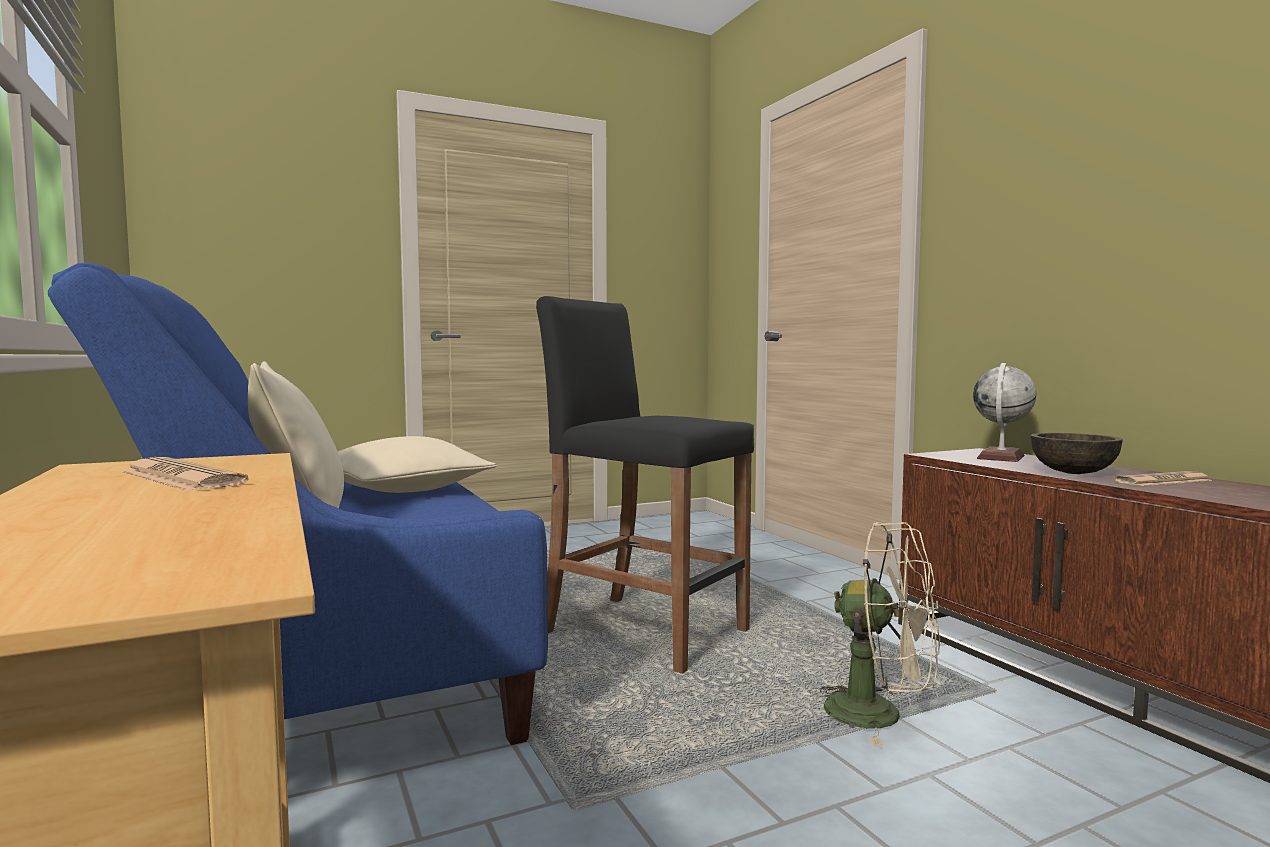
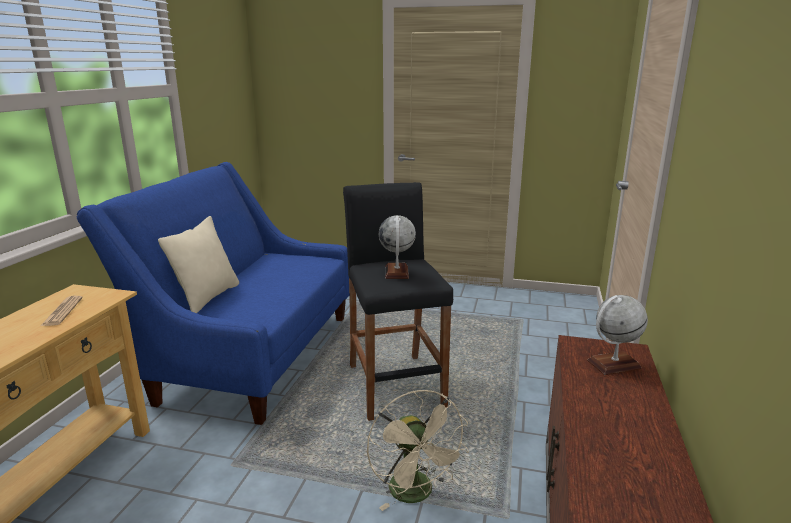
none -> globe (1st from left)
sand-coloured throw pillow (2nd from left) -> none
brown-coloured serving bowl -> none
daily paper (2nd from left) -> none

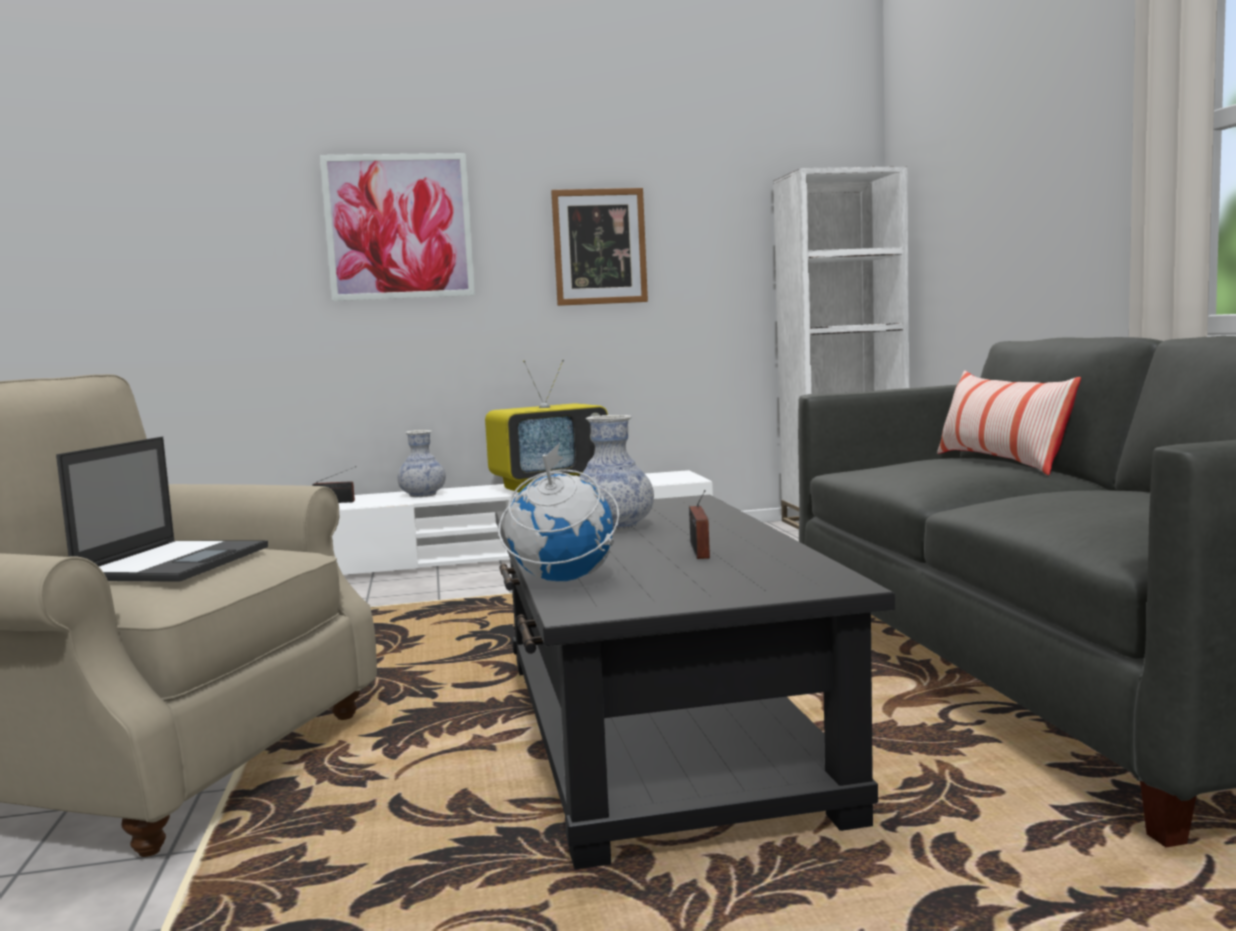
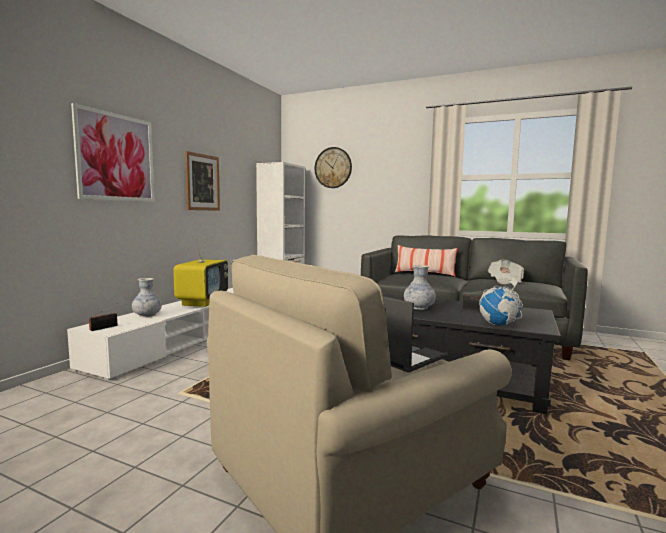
none -> hanging clock
none -> daily paper

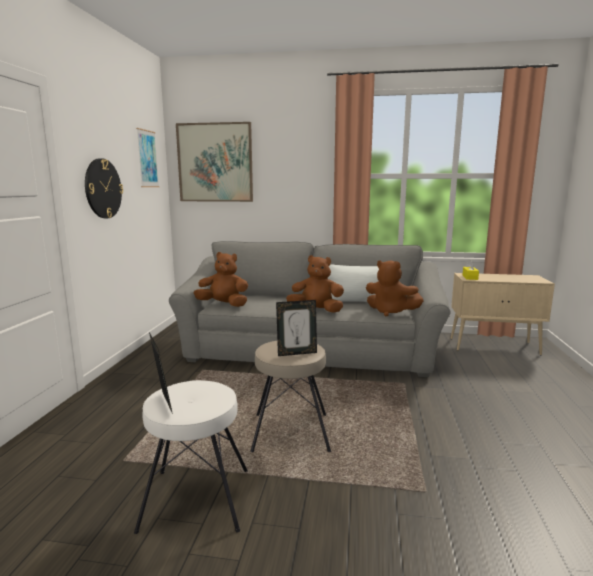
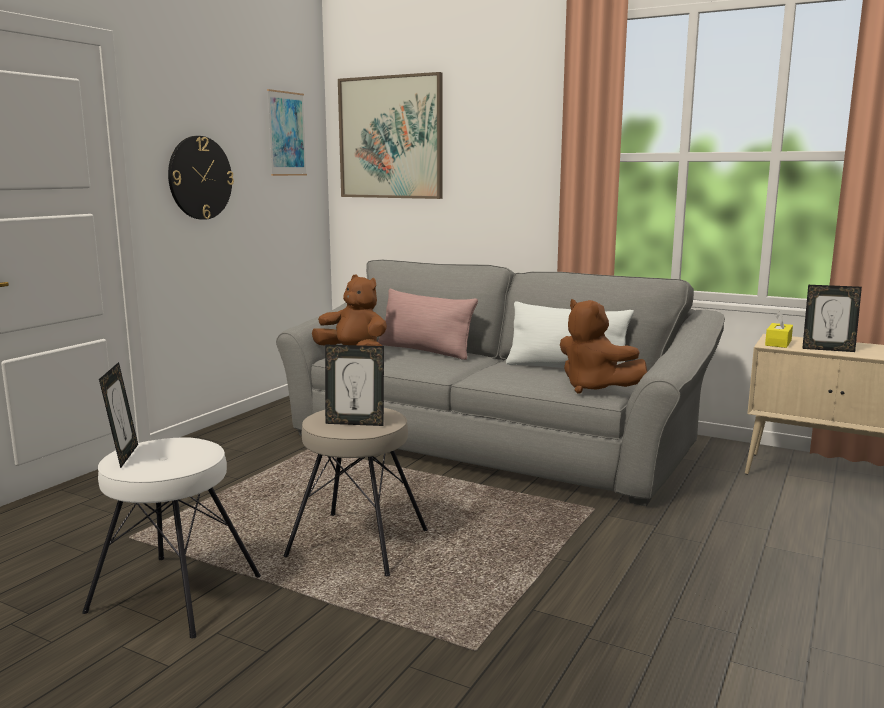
none -> pink throw pillow
none -> photo frame (3rd from left)
brown-coloured cuddly toy (2nd from left) -> none

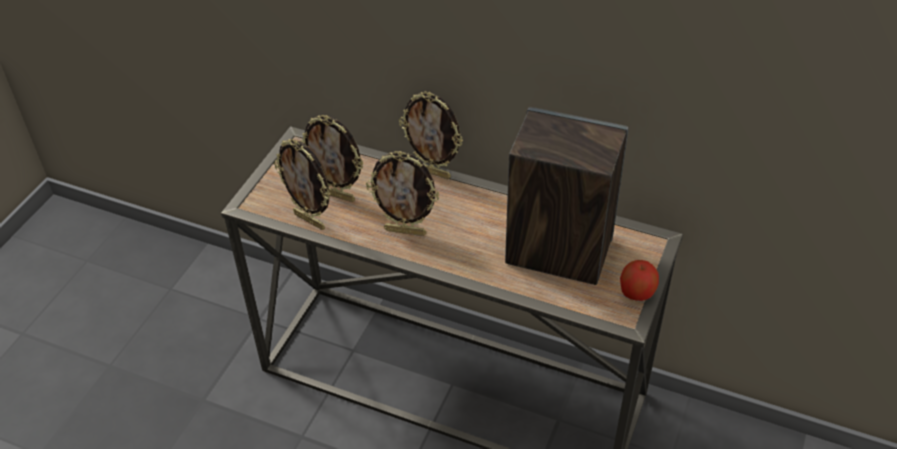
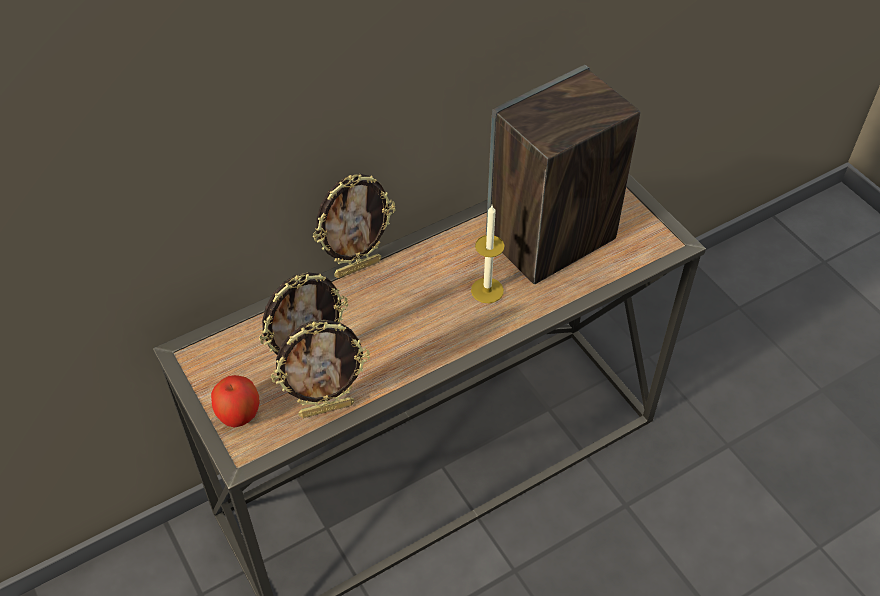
whole apple, move
none -> wax candle
photo frame (3rd from left) -> none

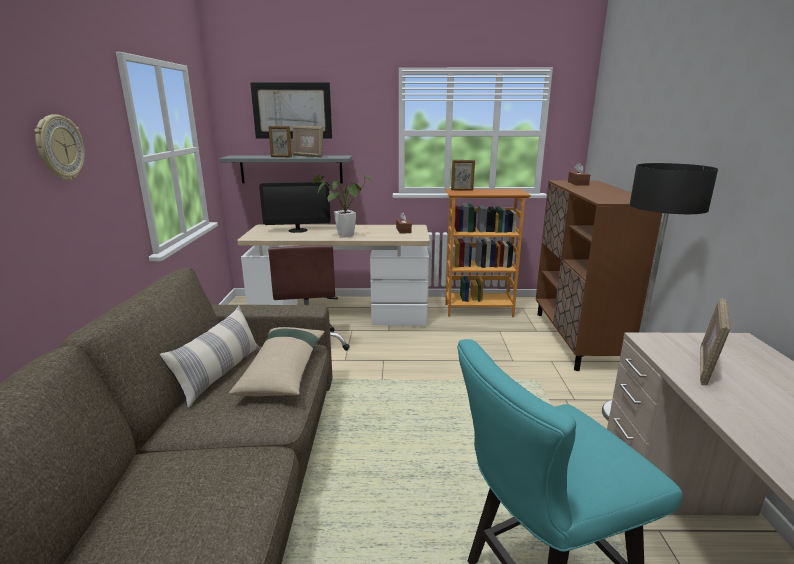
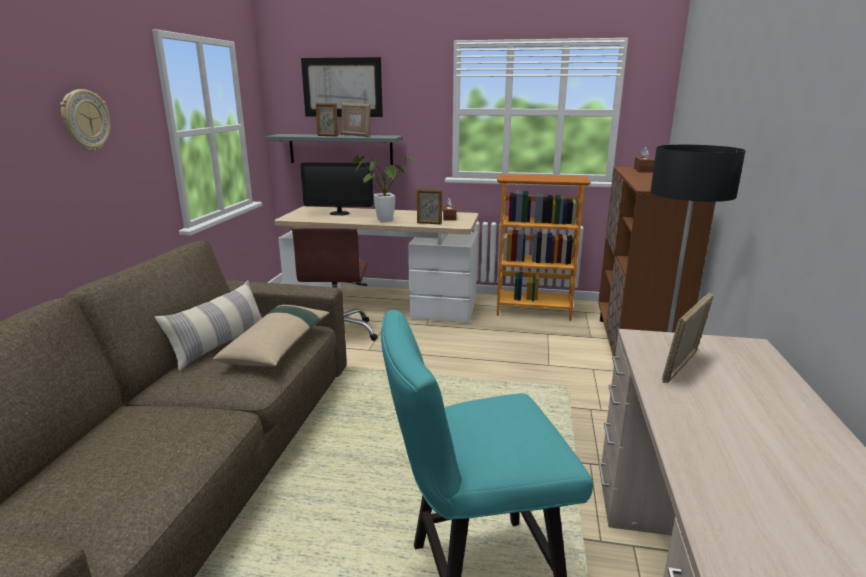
photo frame (3rd from left), move

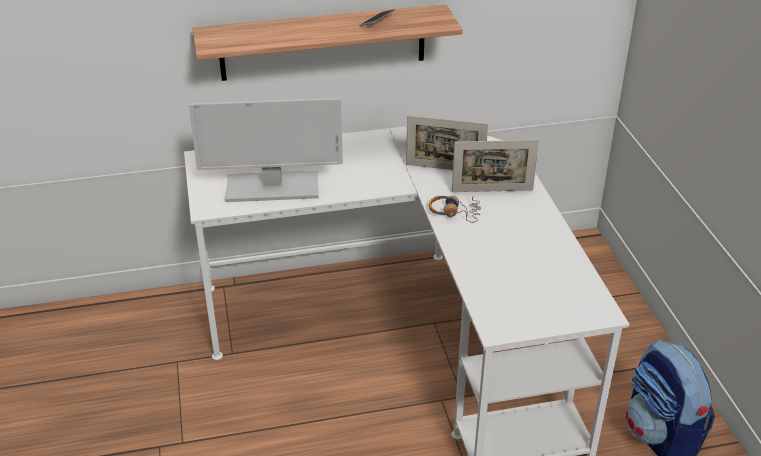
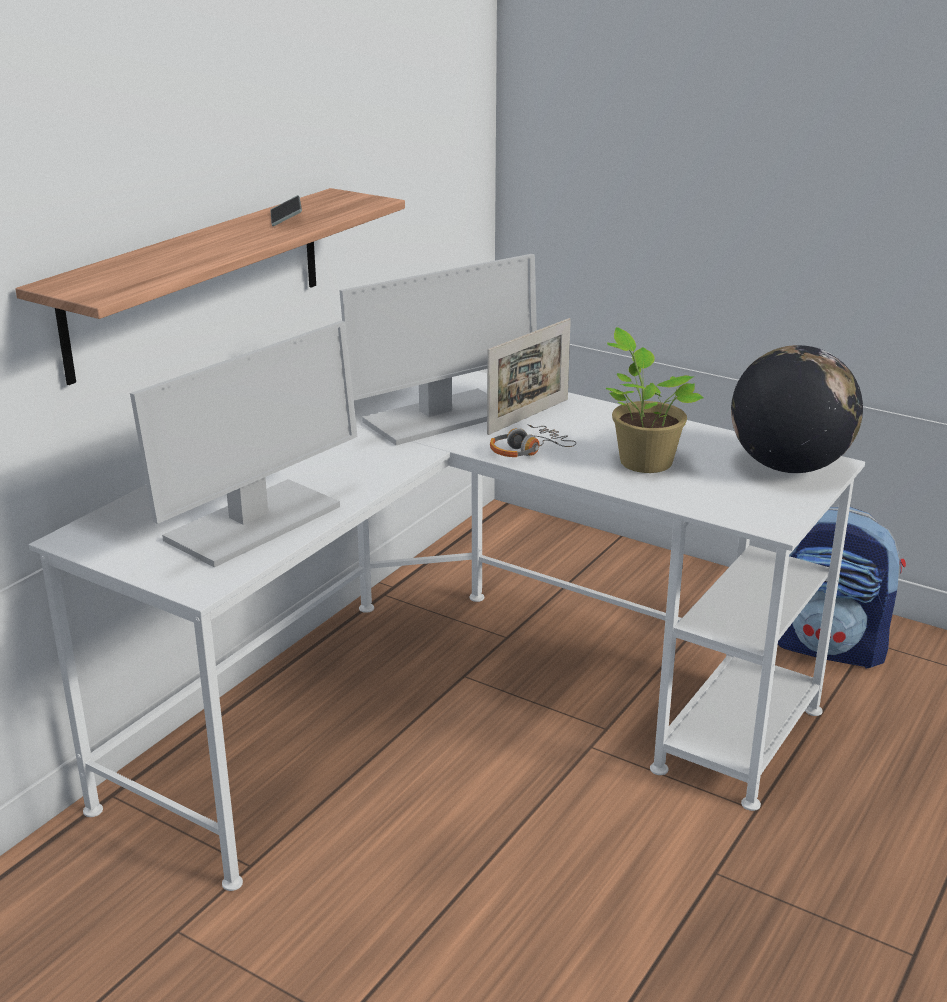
photo frame (1st from left) -> computer display (2nd from left)
none -> plant in a pot
none -> globe

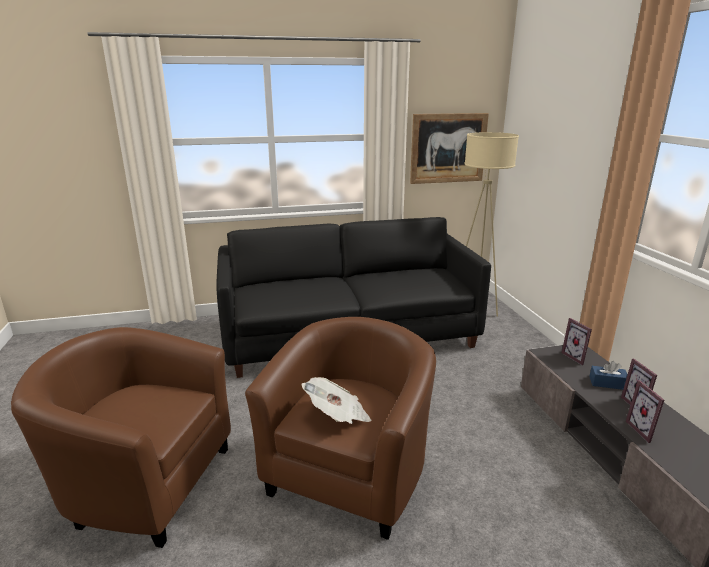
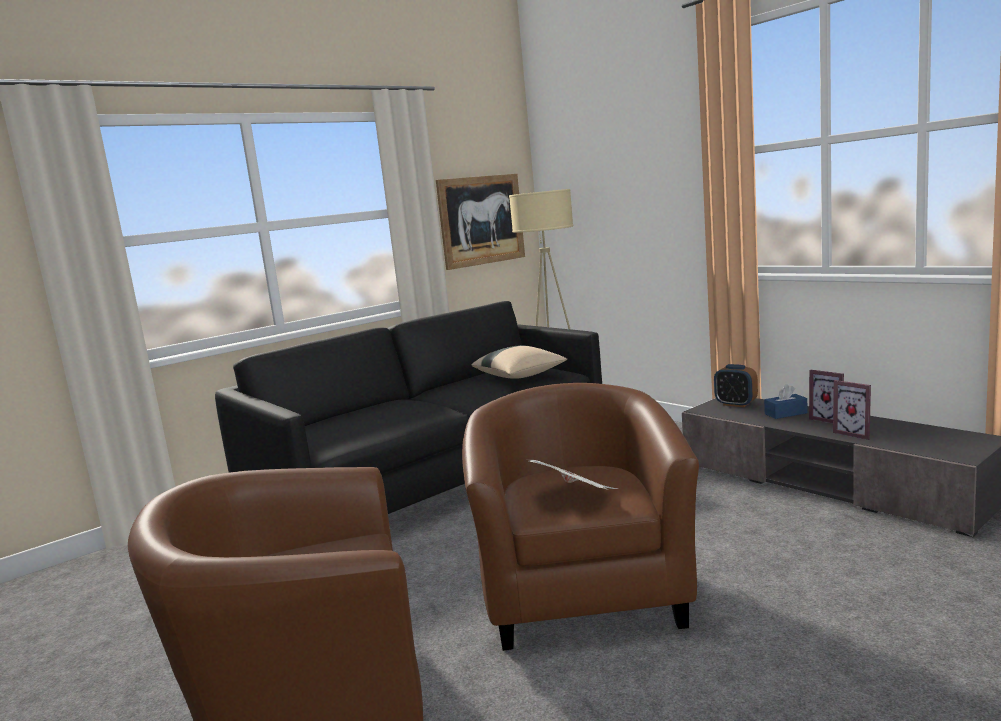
none -> sand-coloured throw pillow
photo frame (1st from left) -> bedside clock

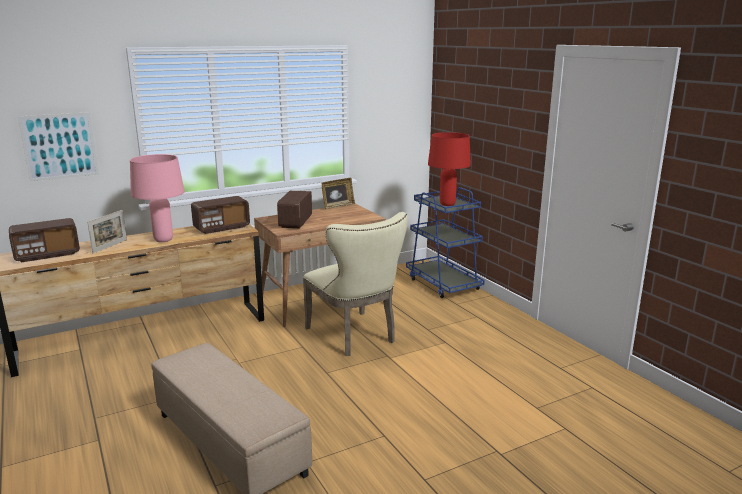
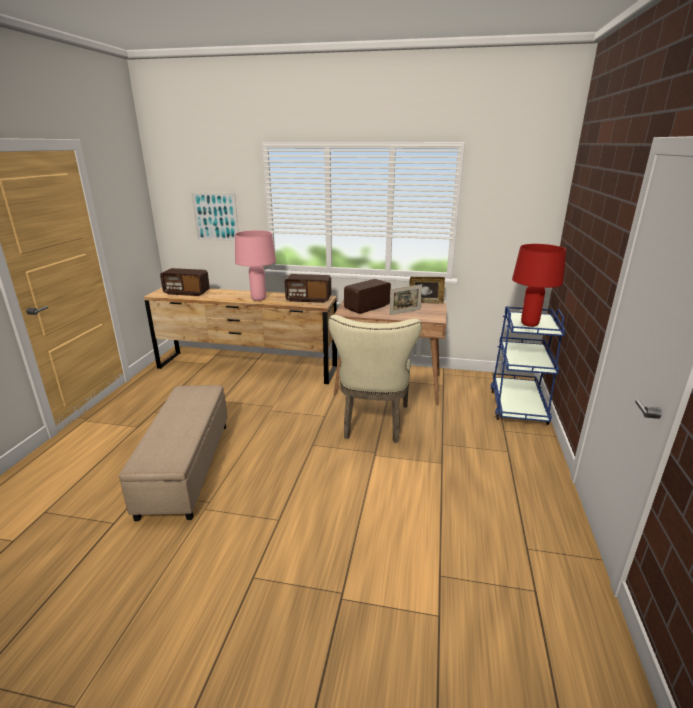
photo frame (1st from left), move

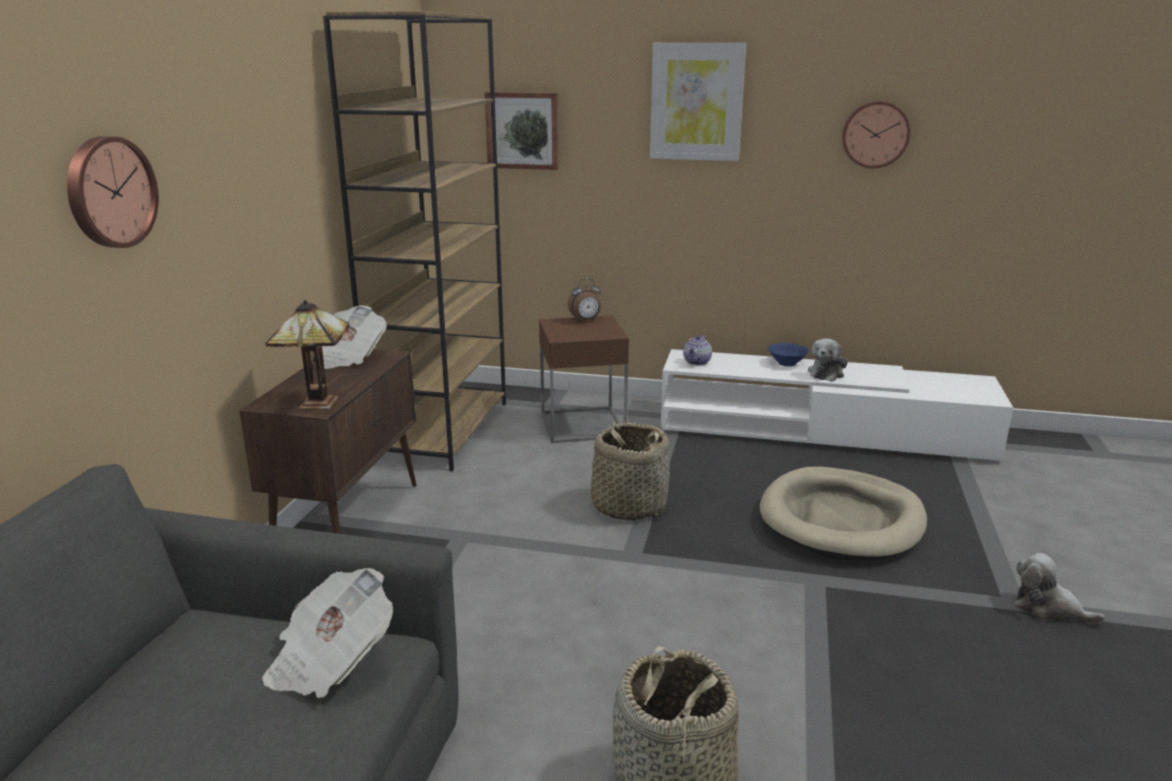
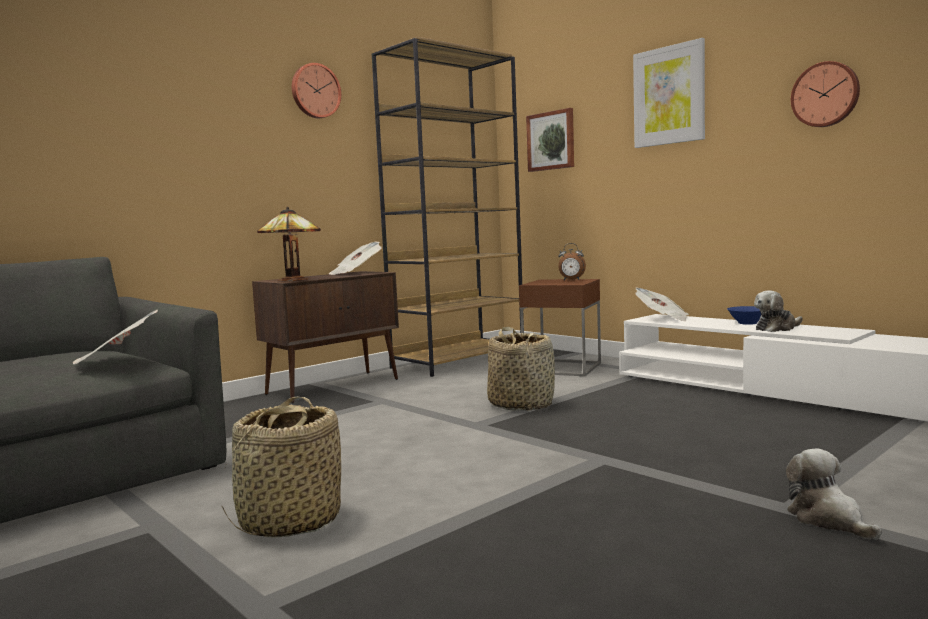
hanging clock (1st from left), move
teapot -> daily paper (3rd from left)
sand-coloured dog cushion -> none

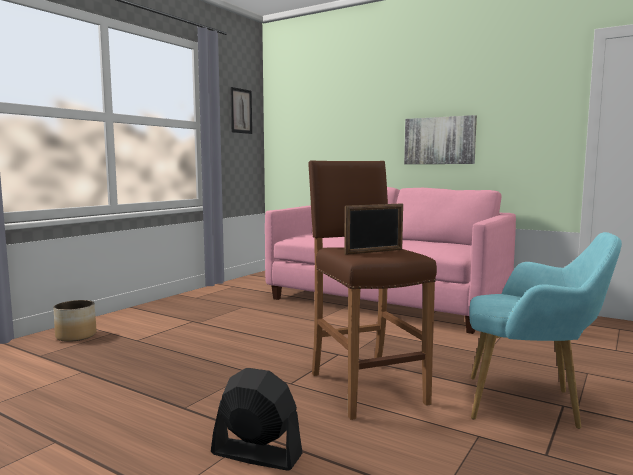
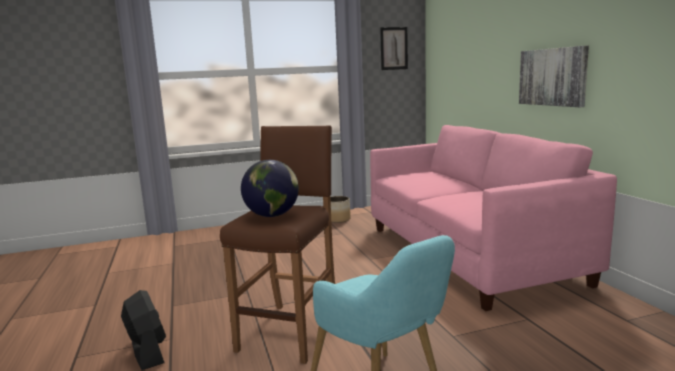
photo frame -> globe
plant pot, move

